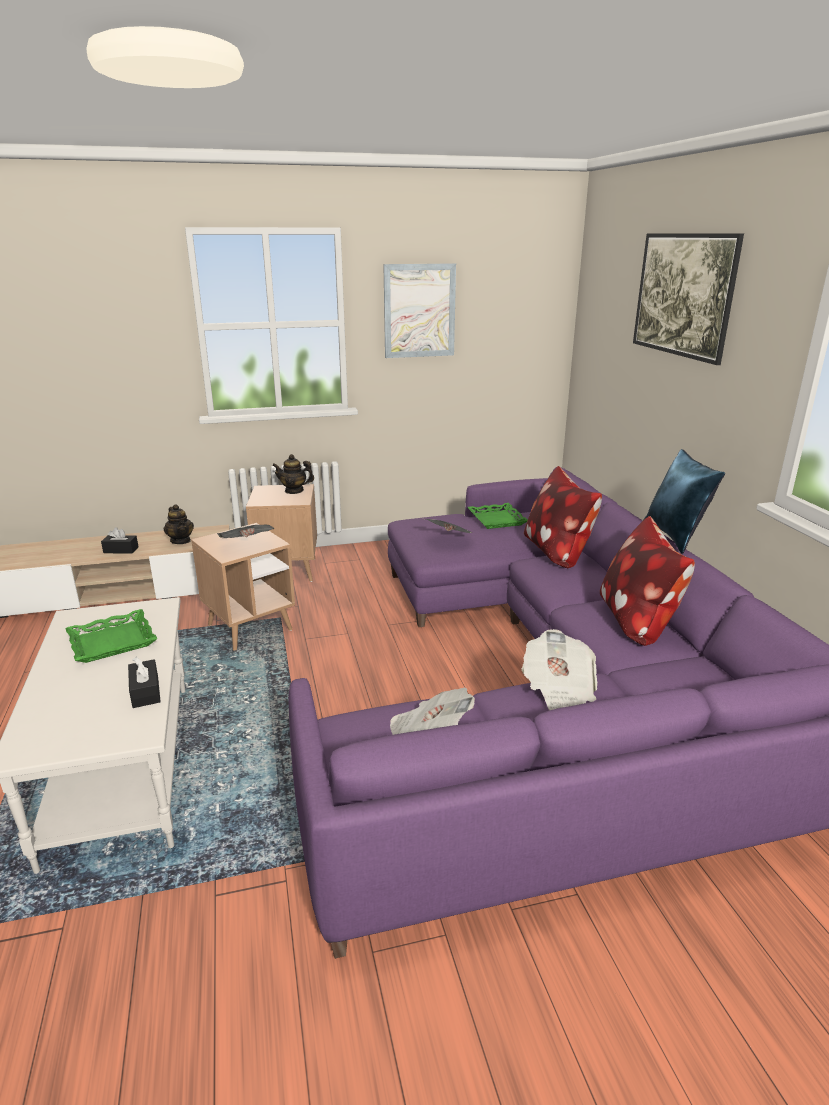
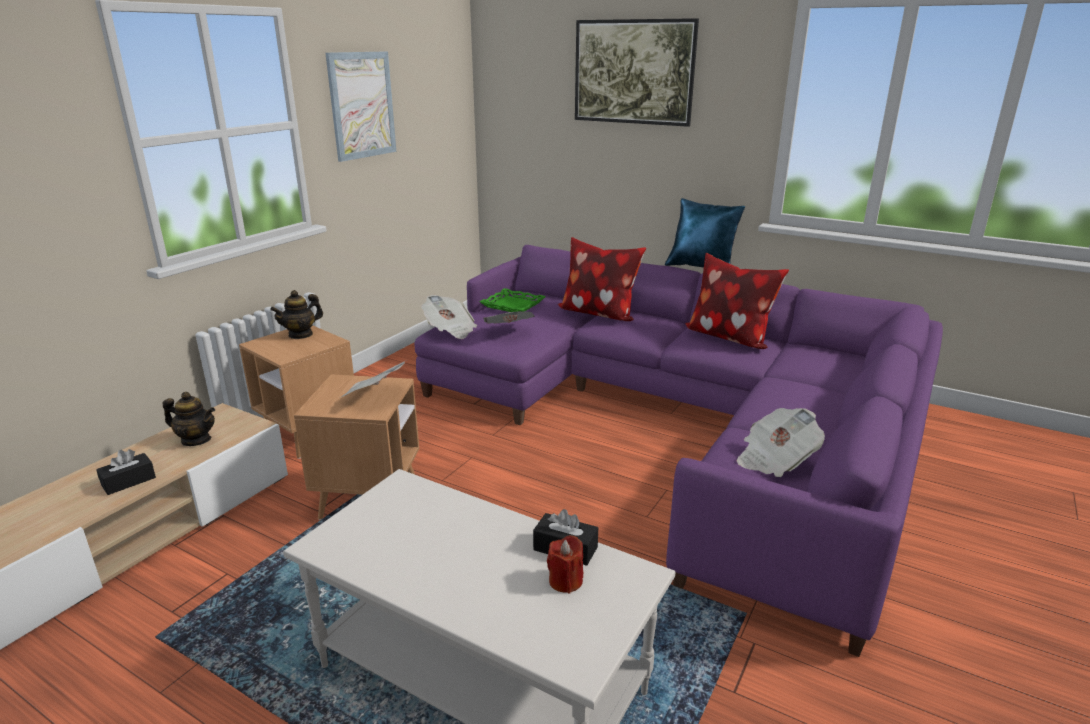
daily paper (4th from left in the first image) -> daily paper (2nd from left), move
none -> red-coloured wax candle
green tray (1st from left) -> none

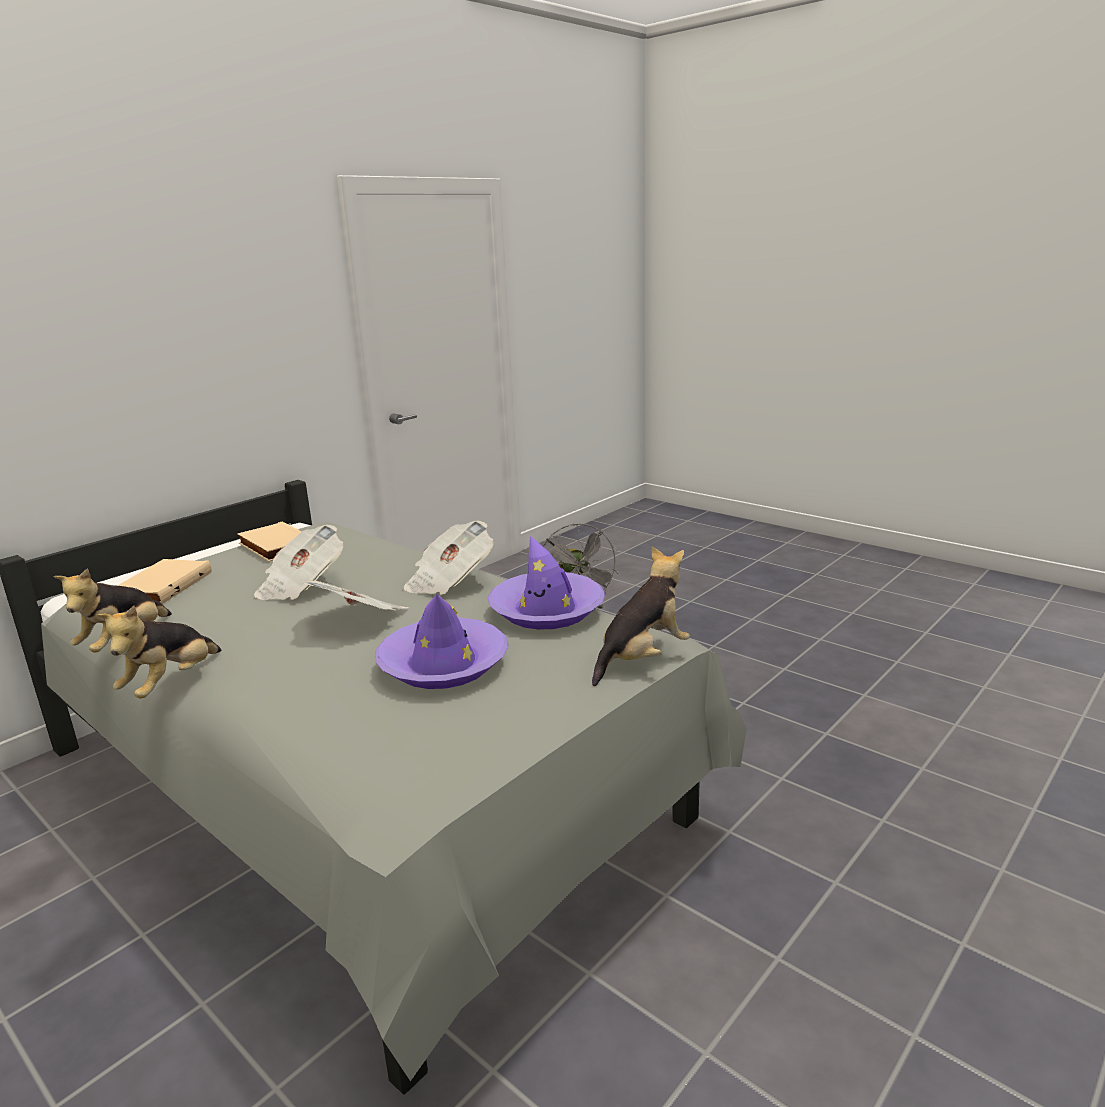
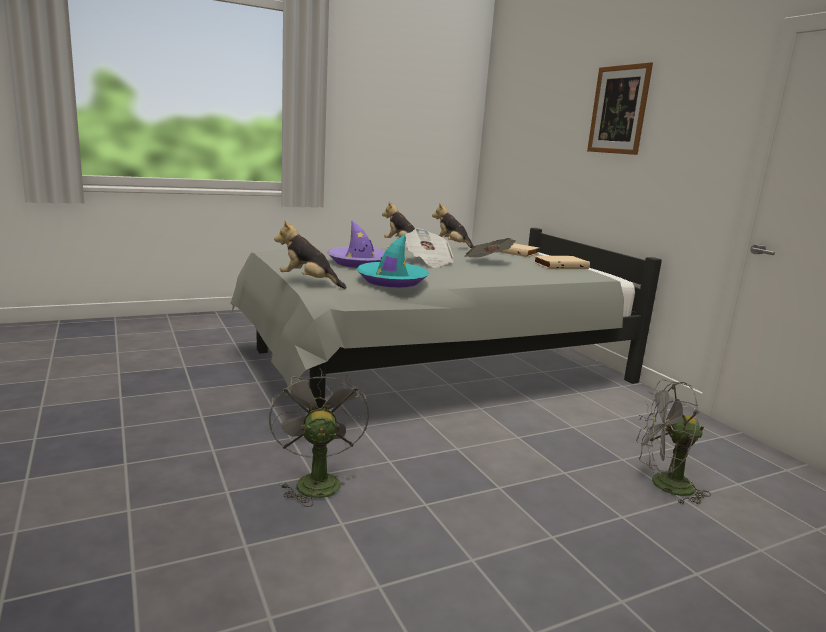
none -> grey cooling fan (1st from left)
cuddly toy (3rd from left in the first image) -> cuddly toy (1st from left), 135 degrees clockwise
purple-coloured clothing hat (2nd from left) -> turquoise clothing hat
none -> wall picture
daily paper (3rd from left) -> none

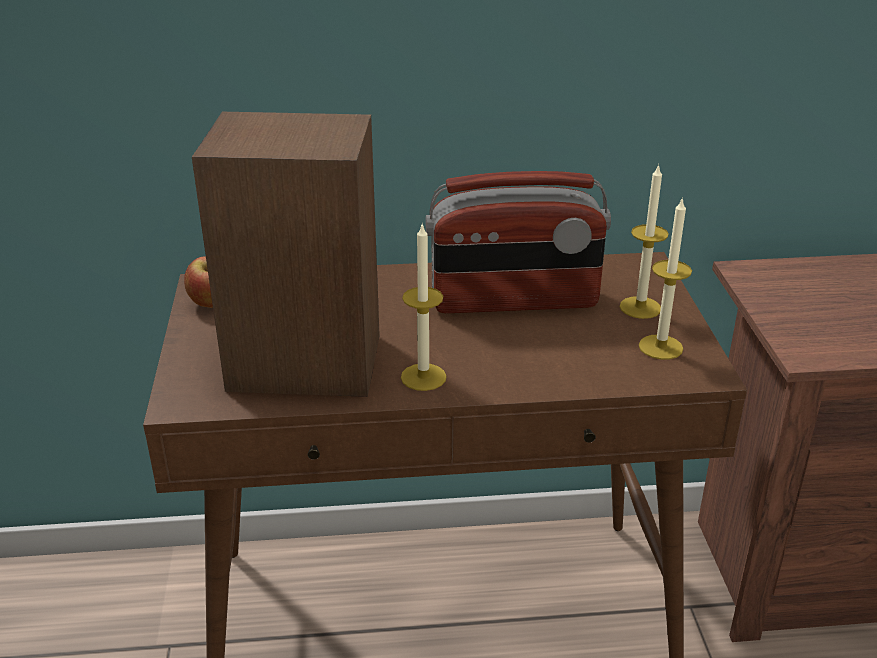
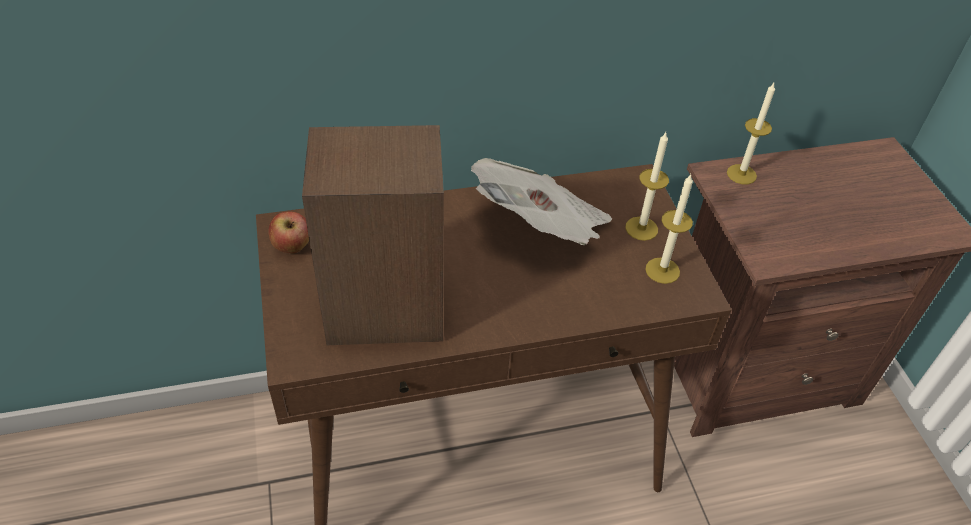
radio receiver -> daily paper
wax candle (1st from left in the first image) -> wax candle (3rd from left), move

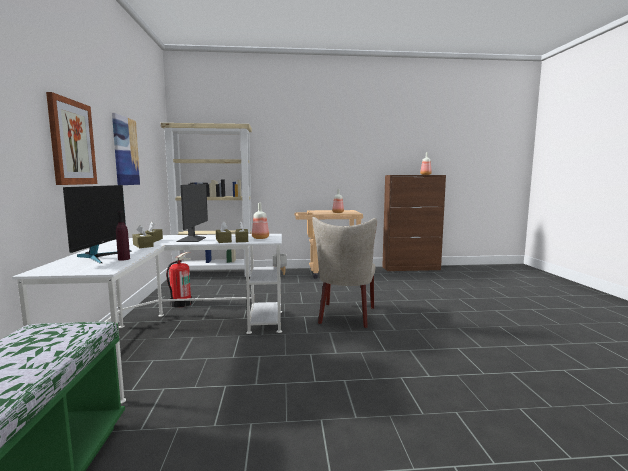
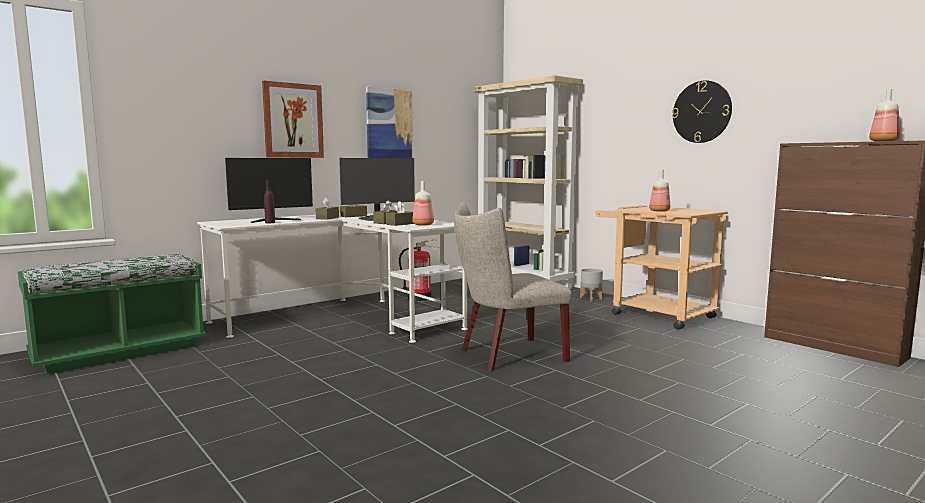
none -> hanging clock

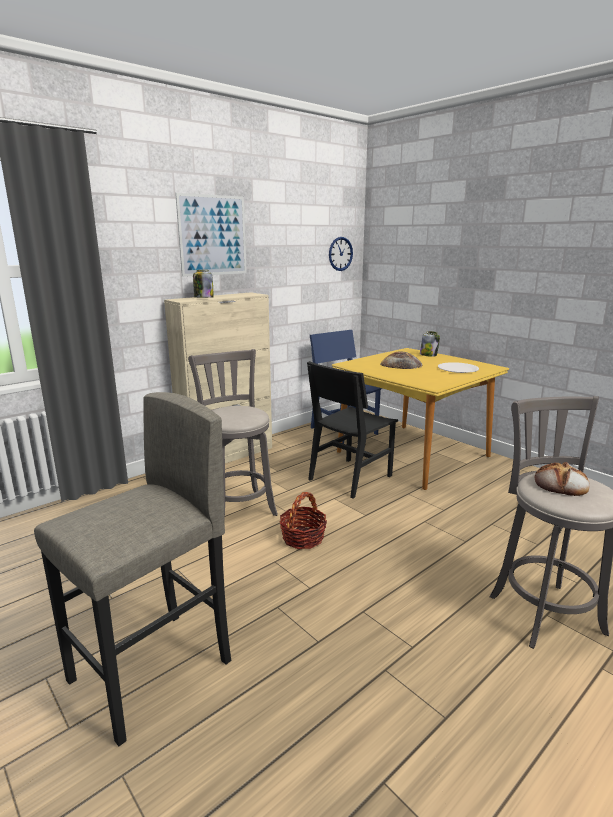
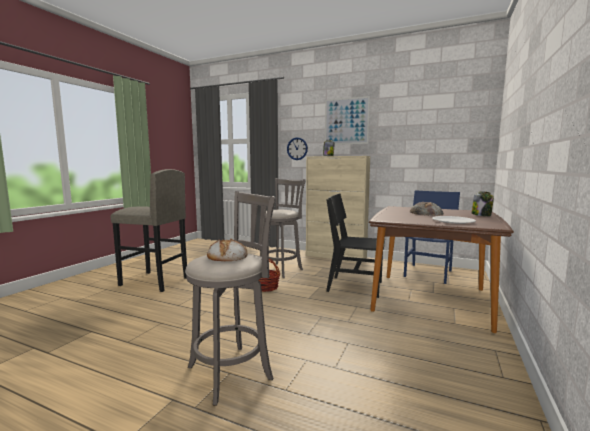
hanging clock, move
yellowish dinner table -> brown-coloured dinner table

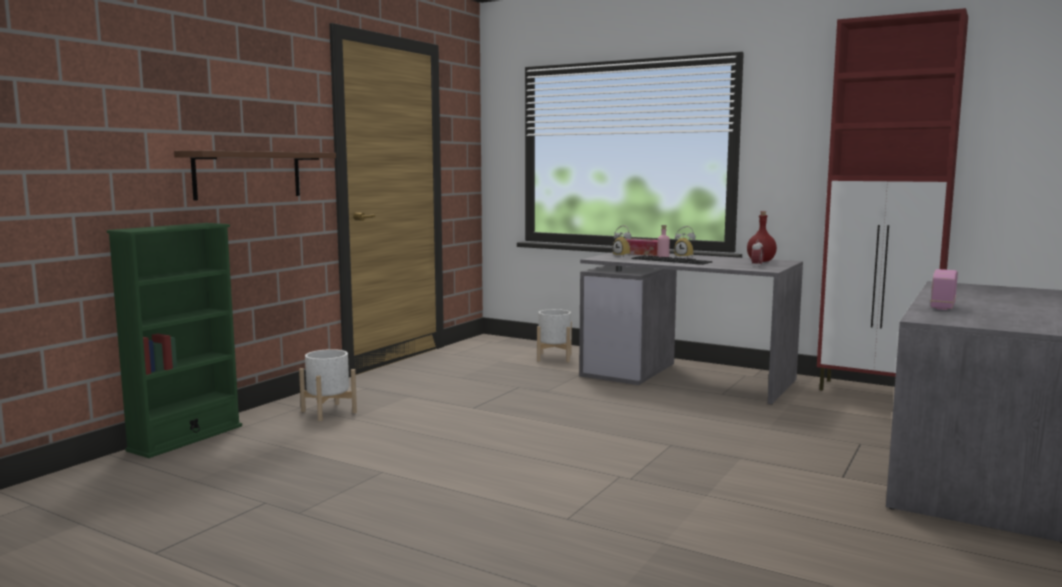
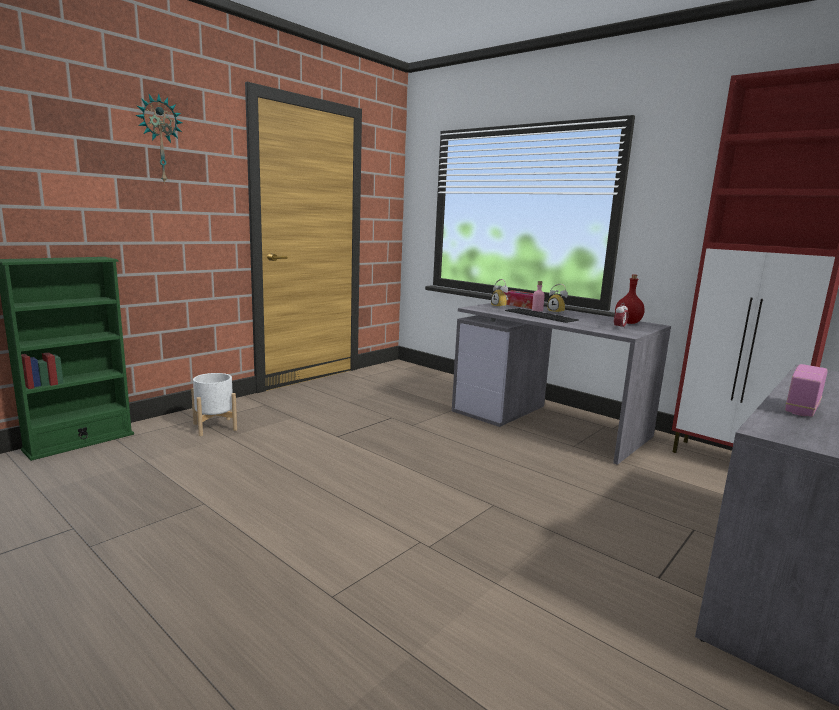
none -> hanging clock
brown-coloured bracket shelf -> none
whitish plant pot (2nd from left) -> none

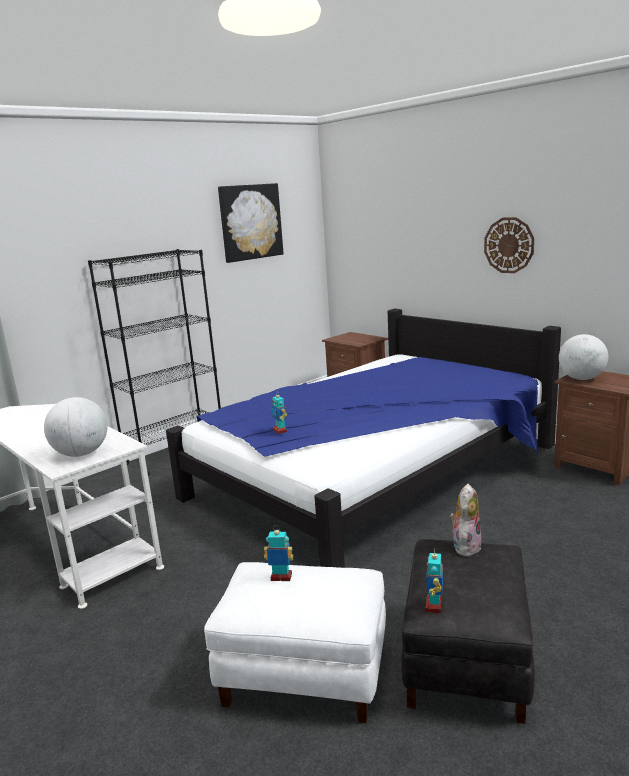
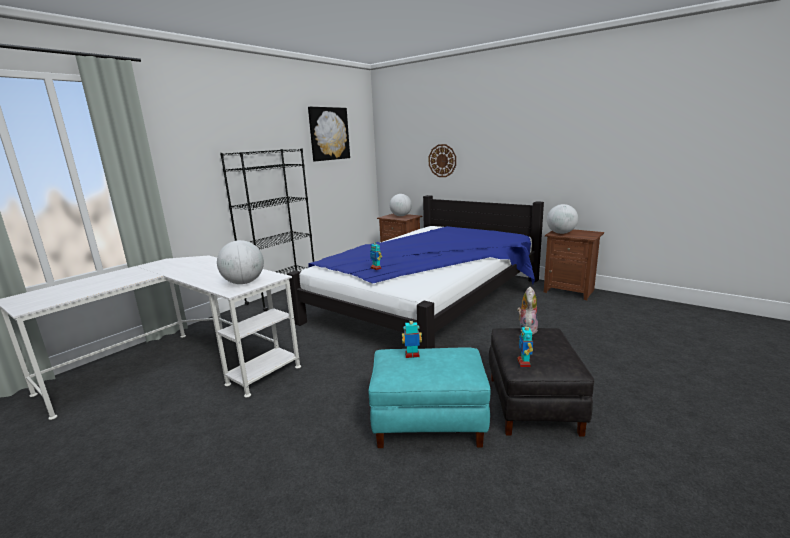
whitish pouffe -> turquoise pouffe
none -> globe (2nd from left)
hanging clock, move

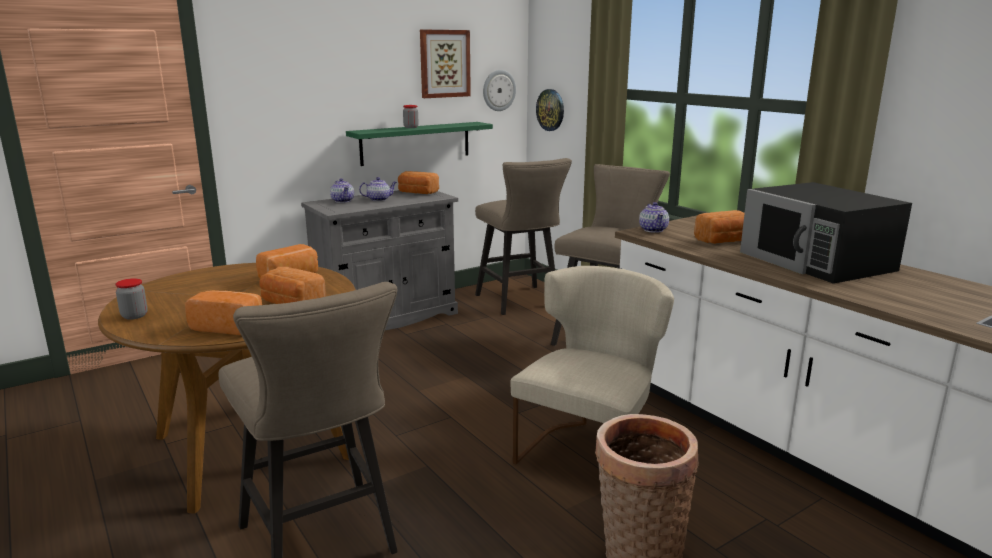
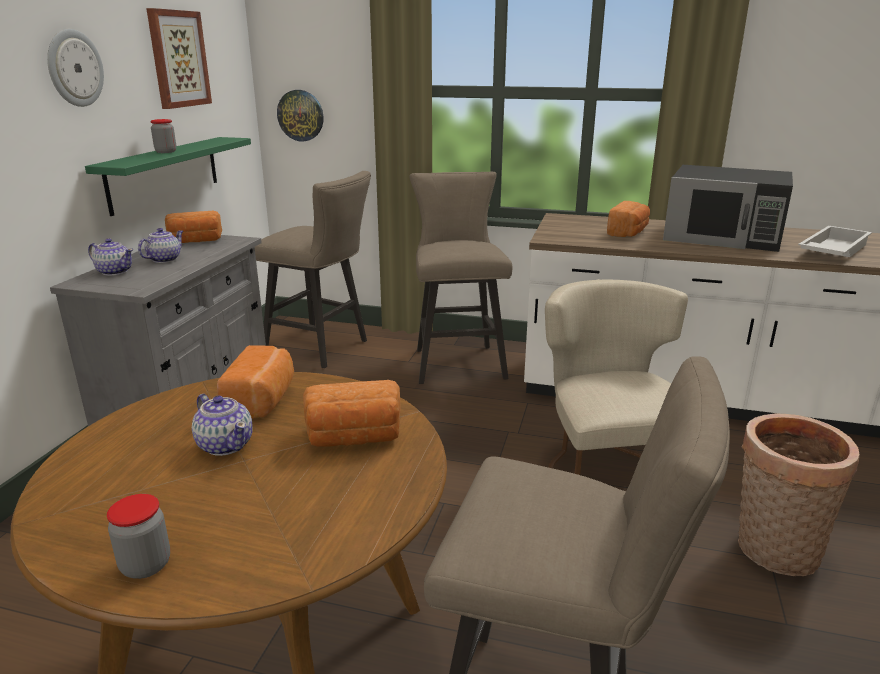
hanging clock (1st from left), move
teapot (3rd from left), move
none -> whitish tray
bakery bread (1st from left) -> none

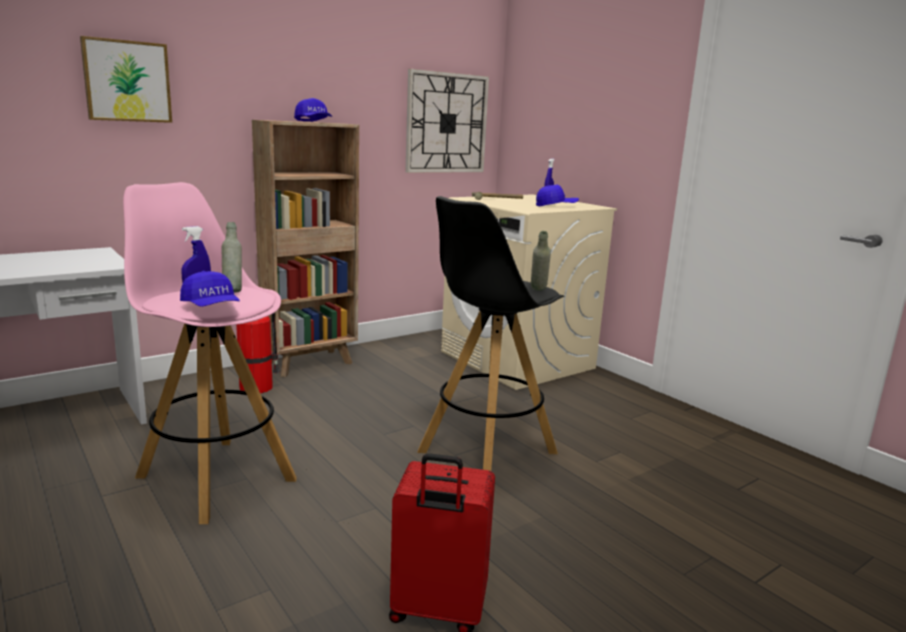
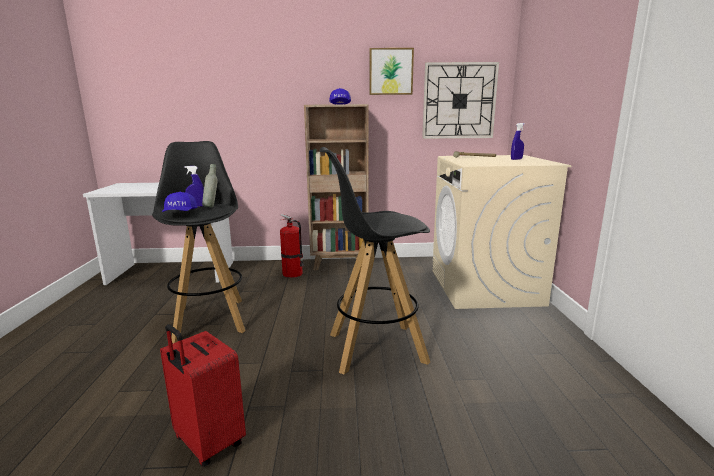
pink sitting stool -> black-coloured sitting stool (1st from left)
wall picture, move
grey drink bottle (2nd from left) -> none
blue-coloured cap (3rd from left) -> none

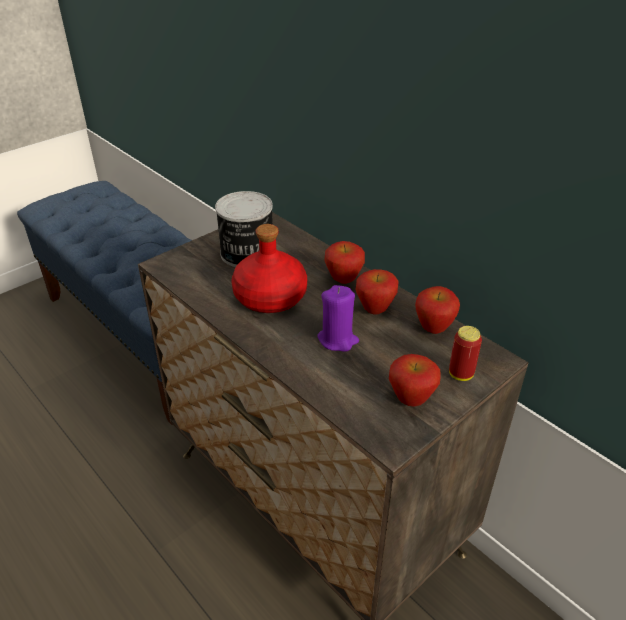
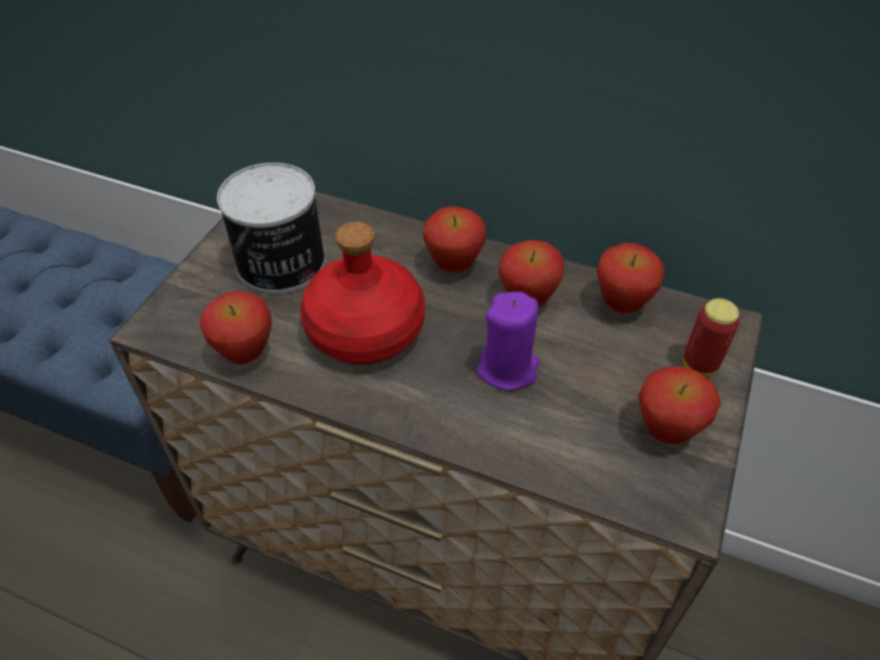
none -> whole apple (1st from left)

